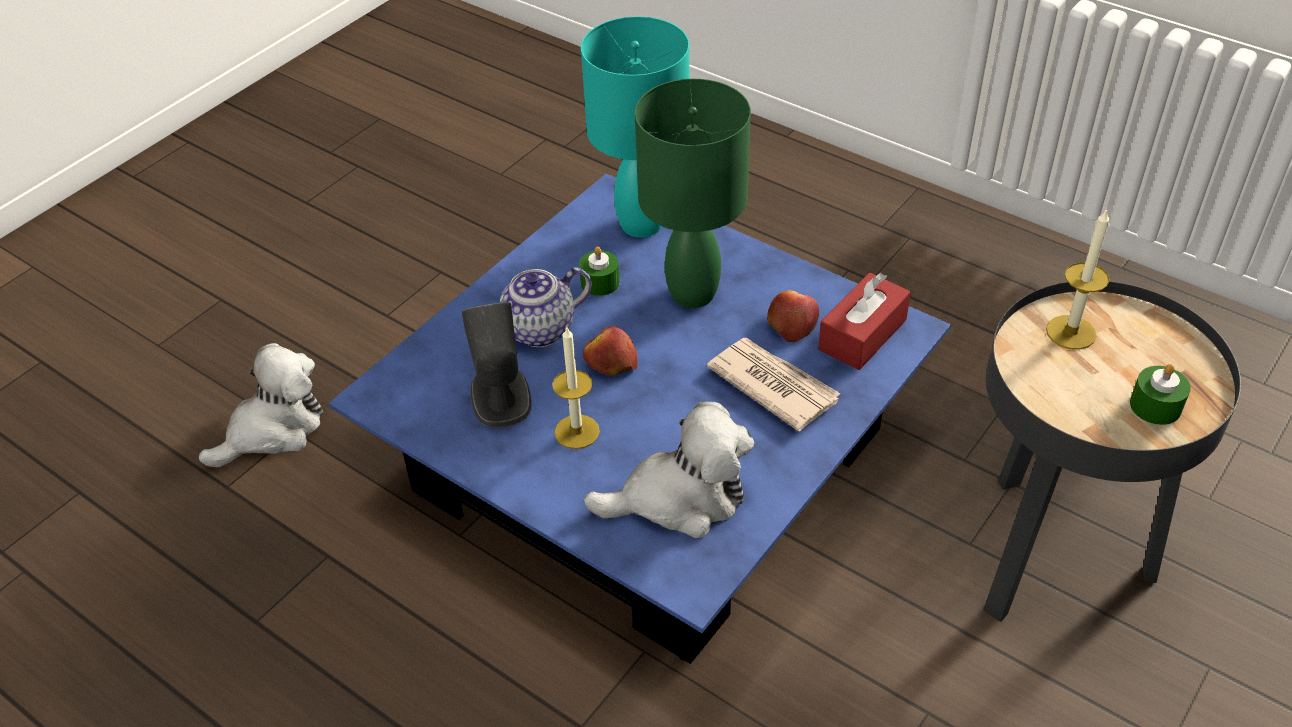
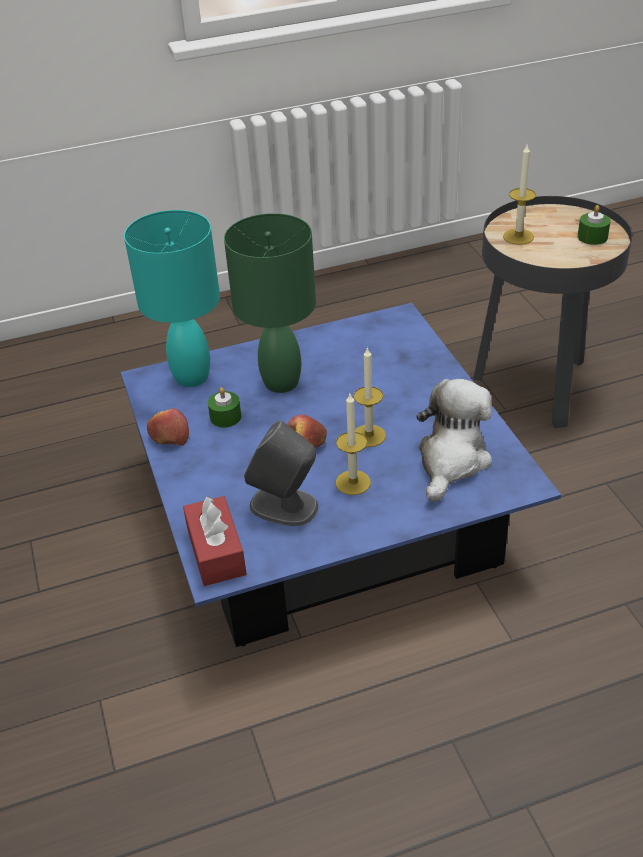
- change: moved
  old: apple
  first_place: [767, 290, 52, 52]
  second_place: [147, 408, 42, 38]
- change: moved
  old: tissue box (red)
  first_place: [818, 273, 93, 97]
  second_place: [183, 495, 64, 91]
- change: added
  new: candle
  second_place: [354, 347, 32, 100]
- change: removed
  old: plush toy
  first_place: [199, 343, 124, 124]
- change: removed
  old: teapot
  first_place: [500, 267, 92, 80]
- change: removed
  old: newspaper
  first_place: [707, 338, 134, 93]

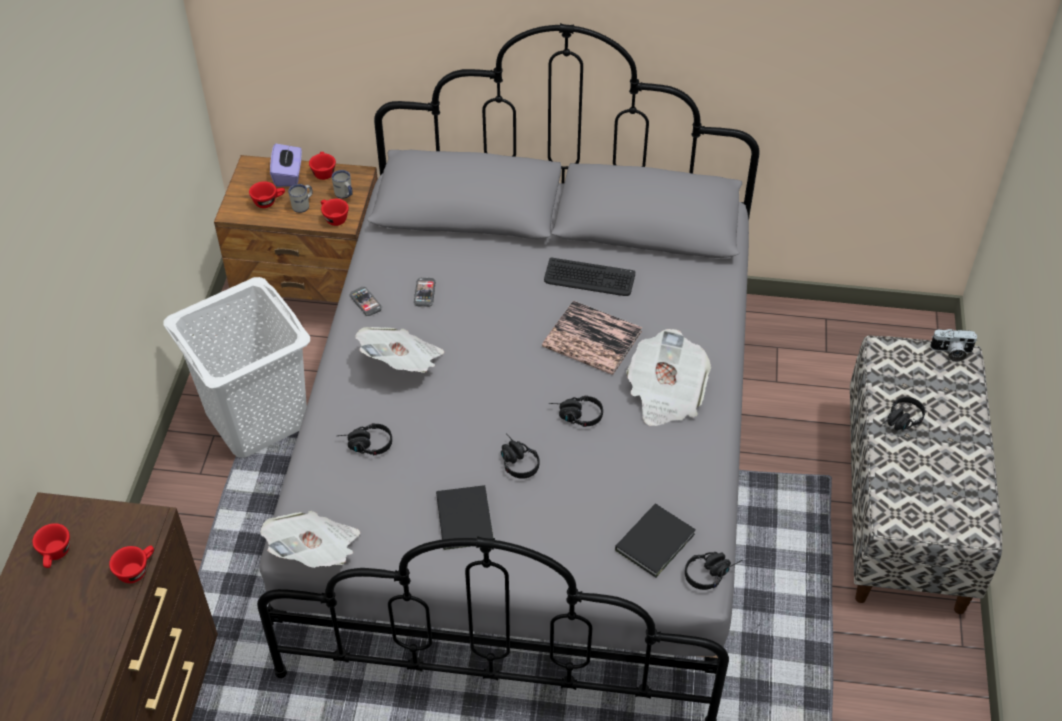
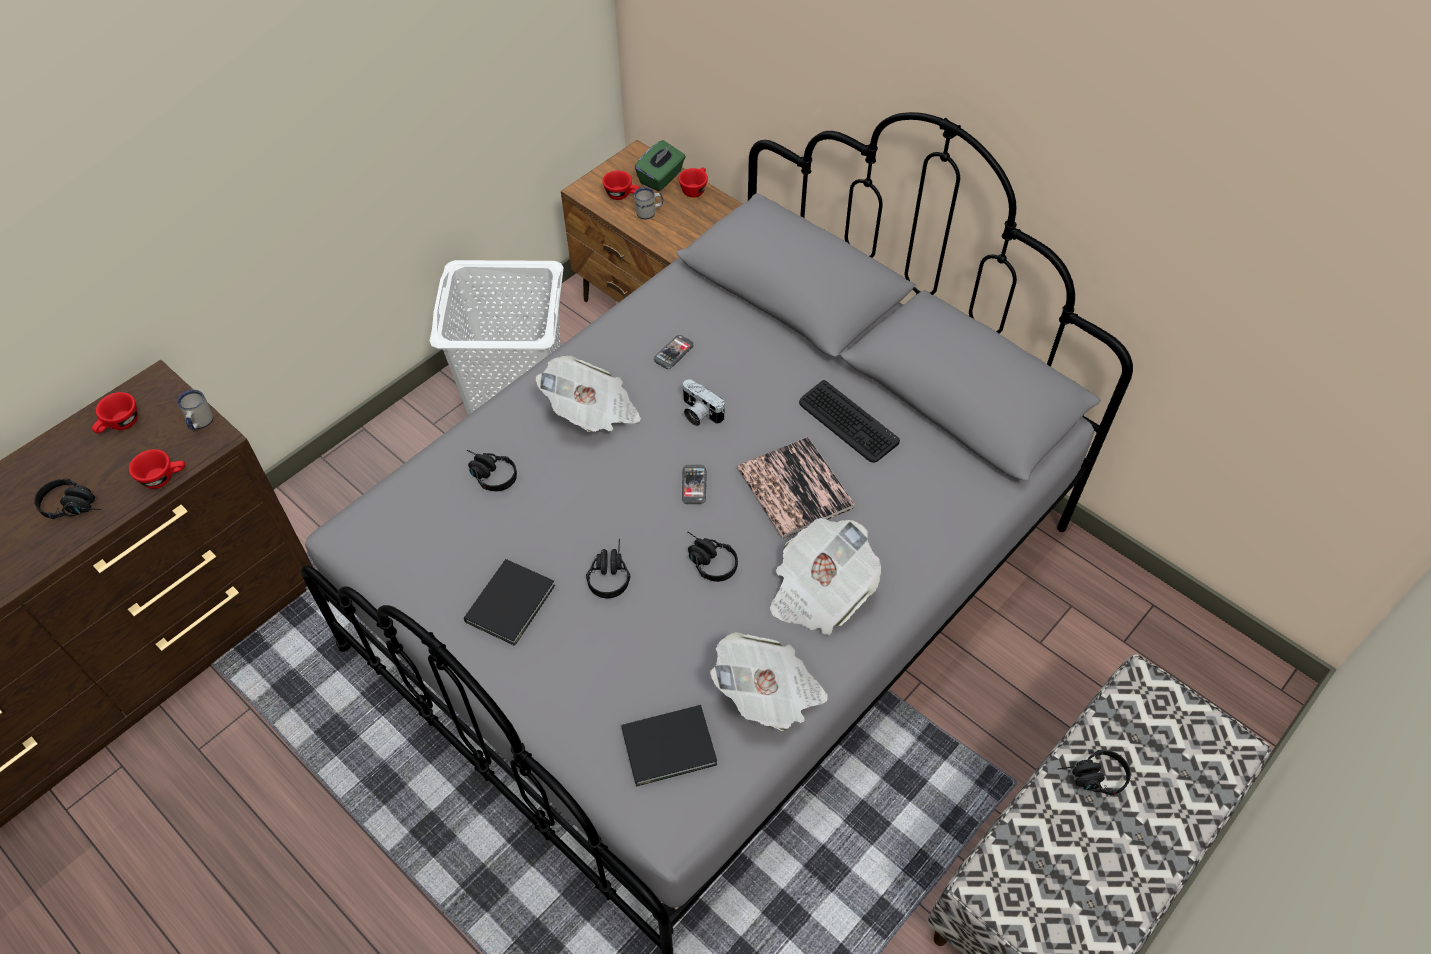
- change: moved
  old: headphones (black)
  first_place: [685, 552, 57, 38]
  second_place: [34, 478, 68, 41]
- change: moved
  old: mug (white)
  first_place: [332, 170, 21, 29]
  second_place: [177, 390, 36, 40]
- change: recoloured
  old: tissue box (purple)
  new: tissue box (green)
  first_place: [270, 144, 32, 43]
  second_place: [635, 140, 51, 51]
- change: moved
  old: phone
  first_place: [349, 287, 33, 29]
  second_place: [682, 465, 25, 39]
- change: moved
  old: photo camera
  first_place: [930, 329, 47, 33]
  second_place: [683, 379, 41, 47]
- change: moved
  old: newspaper
  first_place: [260, 511, 100, 57]
  second_place: [710, 632, 118, 99]
- change: removed
  old: cup (red)
  first_place: [321, 199, 28, 27]

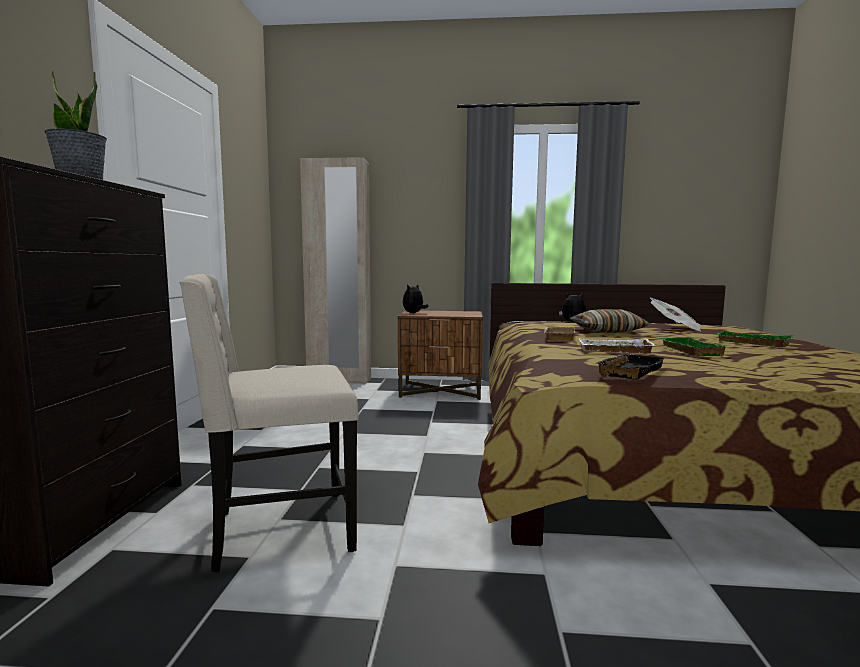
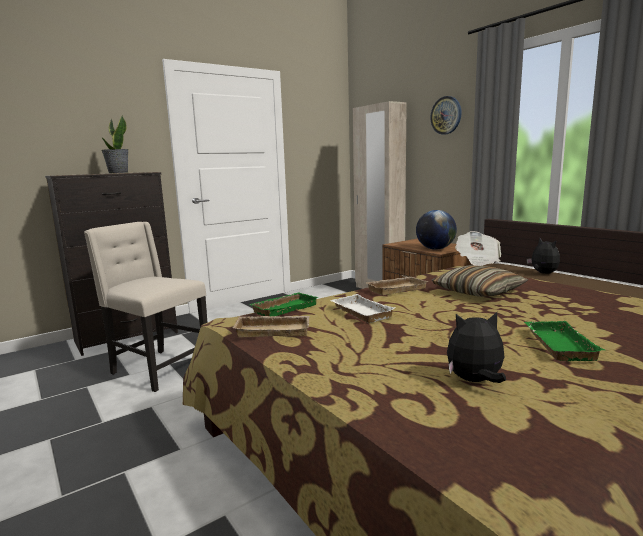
- change: recoloured
  old: tray (black)
  new: tray (beige)
  first_place: [597, 354, 68, 25]
  second_place: [233, 316, 76, 21]
- change: moved
  old: tray (green)
  first_place: [658, 337, 71, 19]
  second_place: [250, 293, 69, 23]
- change: added
  new: globe
  second_place: [416, 210, 41, 40]
- change: added
  new: wall clock
  second_place: [430, 96, 32, 39]
- change: moved
  old: plush toy
  first_place: [403, 284, 26, 29]
  second_place: [447, 312, 59, 71]
- change: moved
  old: newspaper
  first_place: [650, 298, 51, 34]
  second_place: [455, 231, 46, 35]

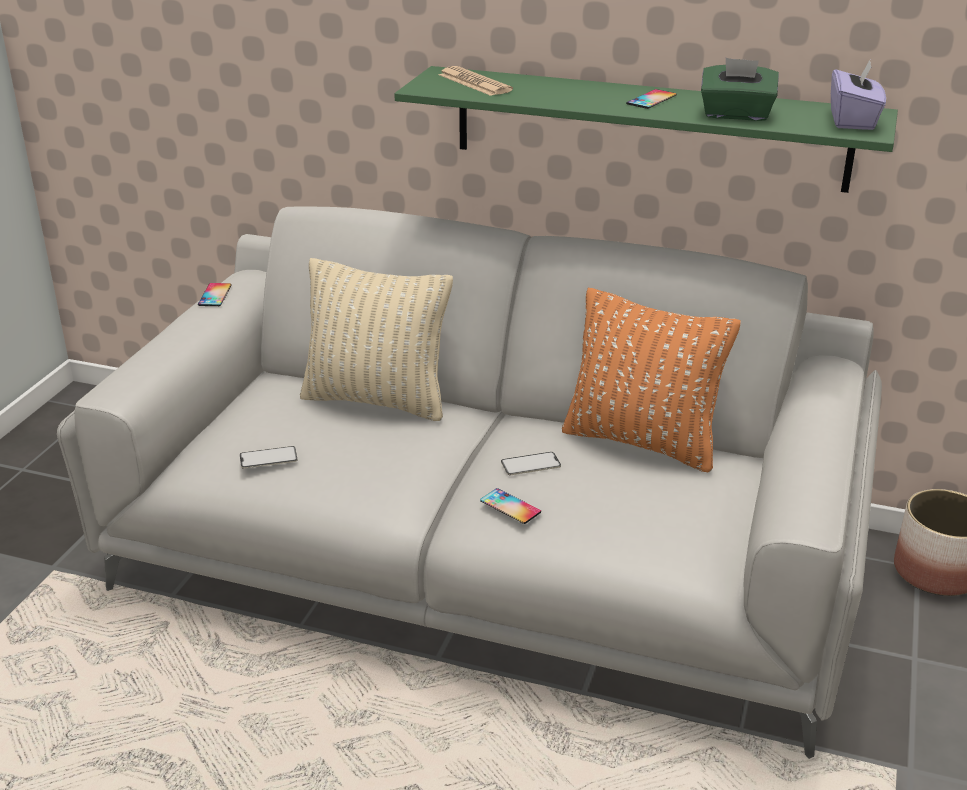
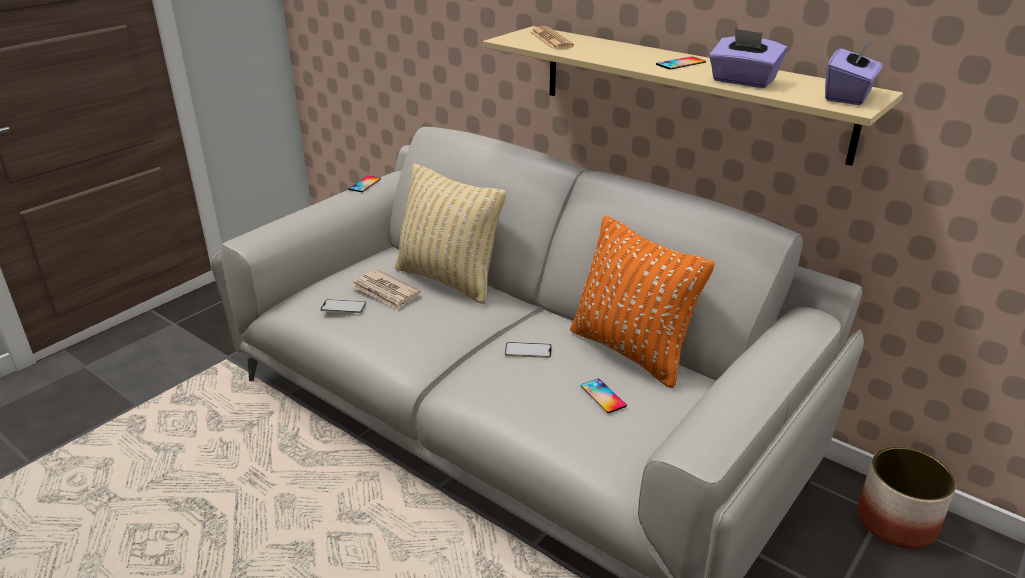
- change: added
  new: newspaper
  second_place: [352, 269, 69, 41]
- change: recoloured
  old: shelf (green)
  new: shelf (beige)
  first_place: [394, 66, 504, 127]
  second_place: [483, 26, 420, 140]
- change: moved
  old: phone
  first_place: [480, 488, 61, 36]
  second_place: [580, 379, 47, 34]
- change: recoloured
  old: tissue box (green)
  new: tissue box (purple)
  first_place: [701, 58, 78, 63]
  second_place: [709, 28, 78, 60]

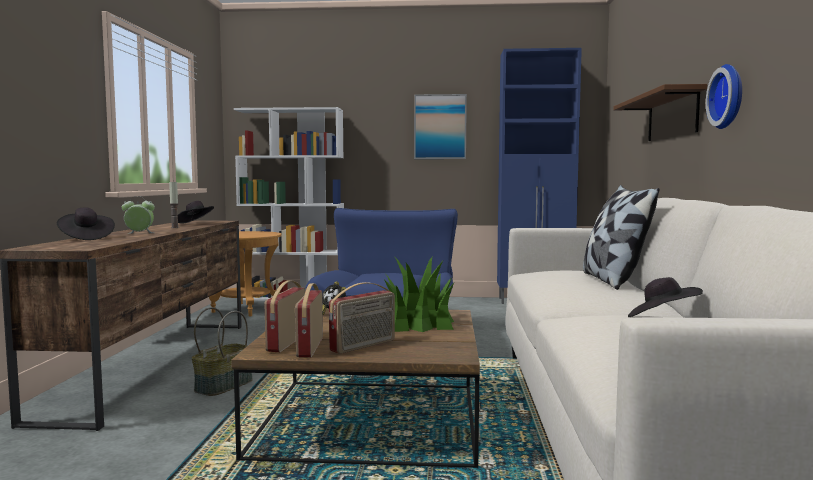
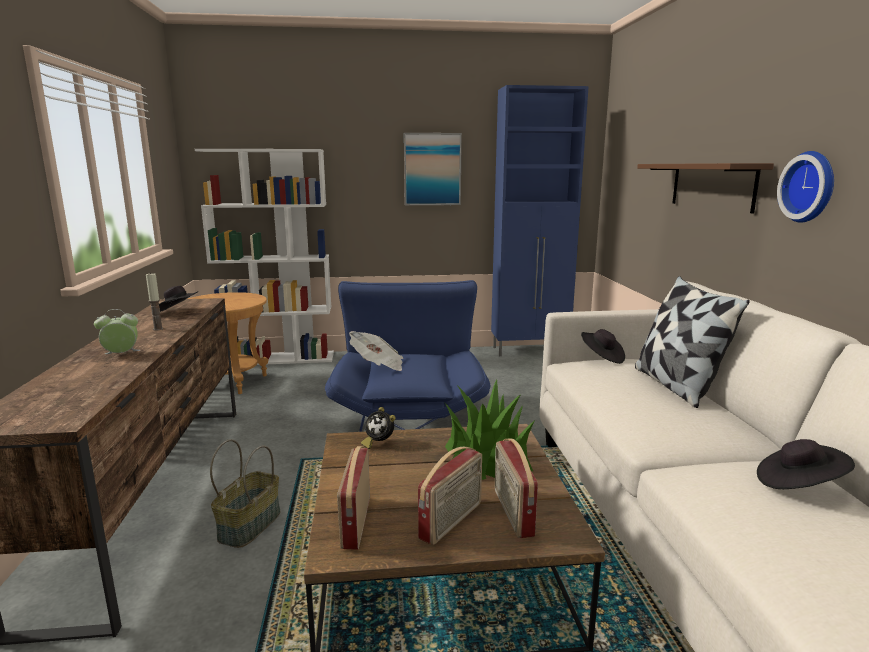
- change: added
  new: newspaper
  second_place: [349, 331, 54, 40]
- change: moved
  old: radio
  first_place: [295, 283, 28, 75]
  second_place: [495, 438, 43, 100]
- change: moved
  old: hat (black)
  first_place: [57, 208, 58, 32]
  second_place: [581, 329, 44, 35]

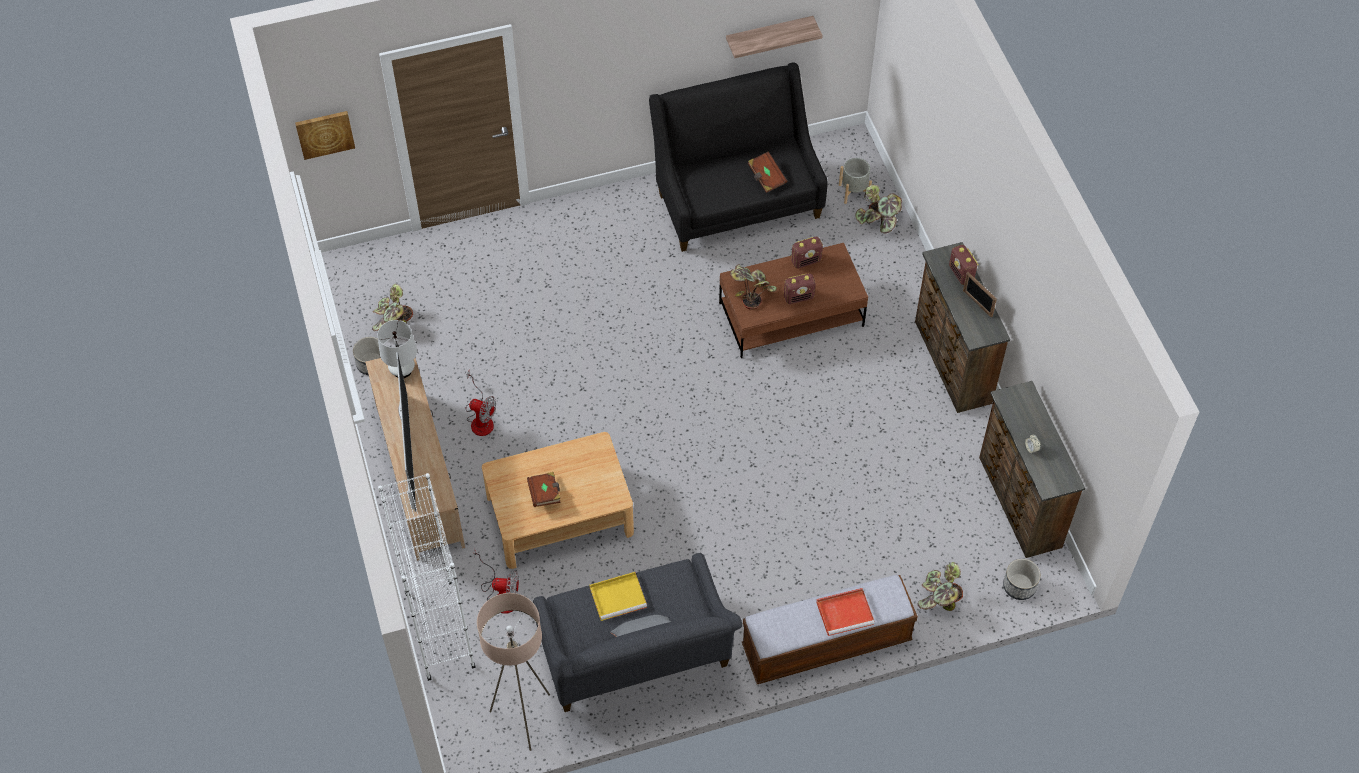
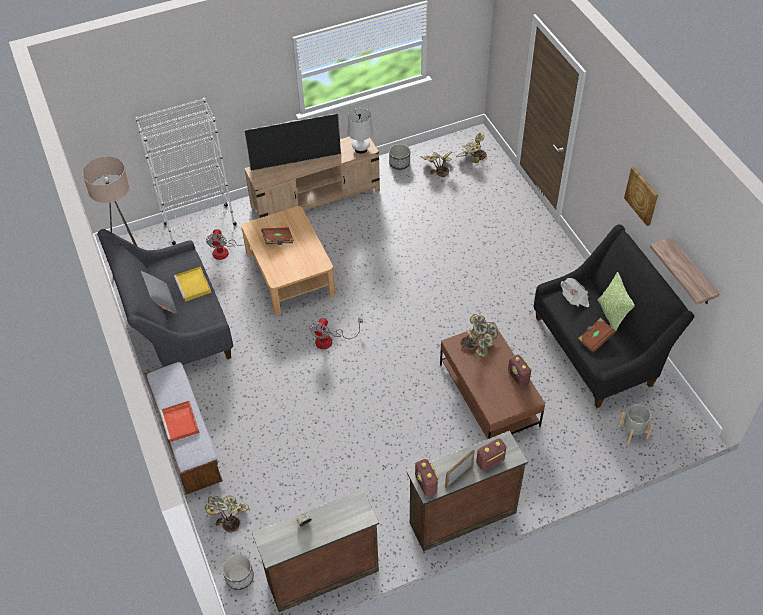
- change: moved
  old: fan
  first_place: [466, 371, 30, 65]
  second_place: [309, 318, 54, 31]
- change: moved
  old: radio
  first_place: [784, 273, 32, 31]
  second_place: [415, 459, 24, 38]
- change: moved
  old: potted plant
  first_place: [855, 185, 47, 48]
  second_place: [456, 132, 31, 31]
- change: added
  new: newspaper
  second_place: [561, 278, 28, 29]
- change: added
  new: pillow
  second_place: [598, 272, 37, 62]
- change: moved
  old: picture
  first_place: [295, 111, 60, 49]
  second_place: [624, 167, 34, 59]

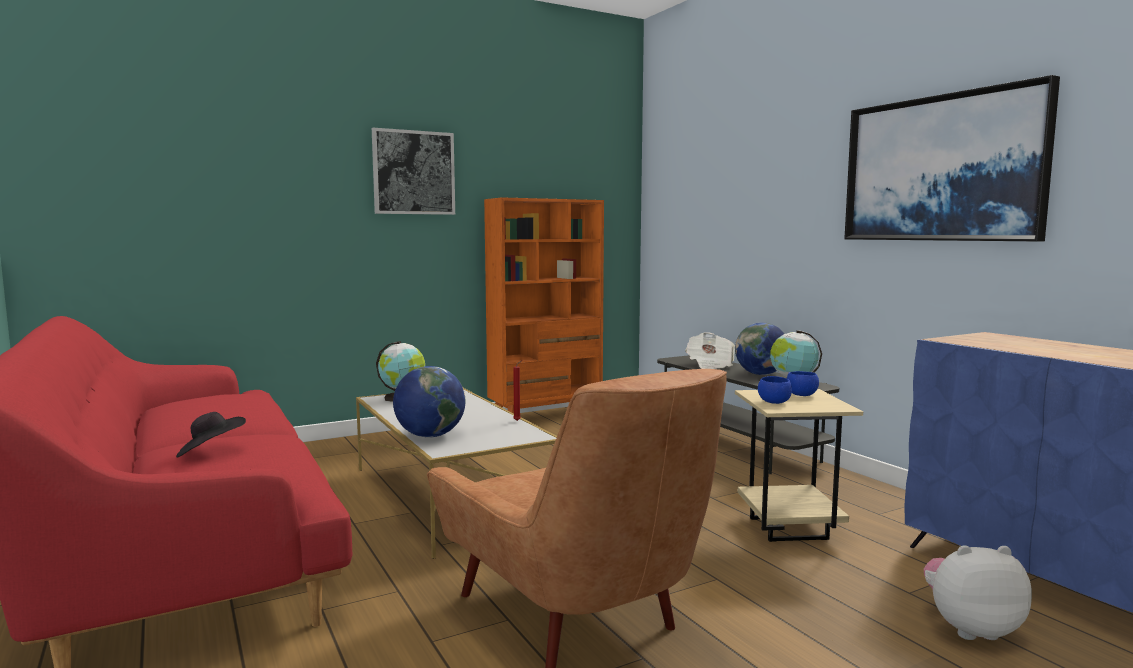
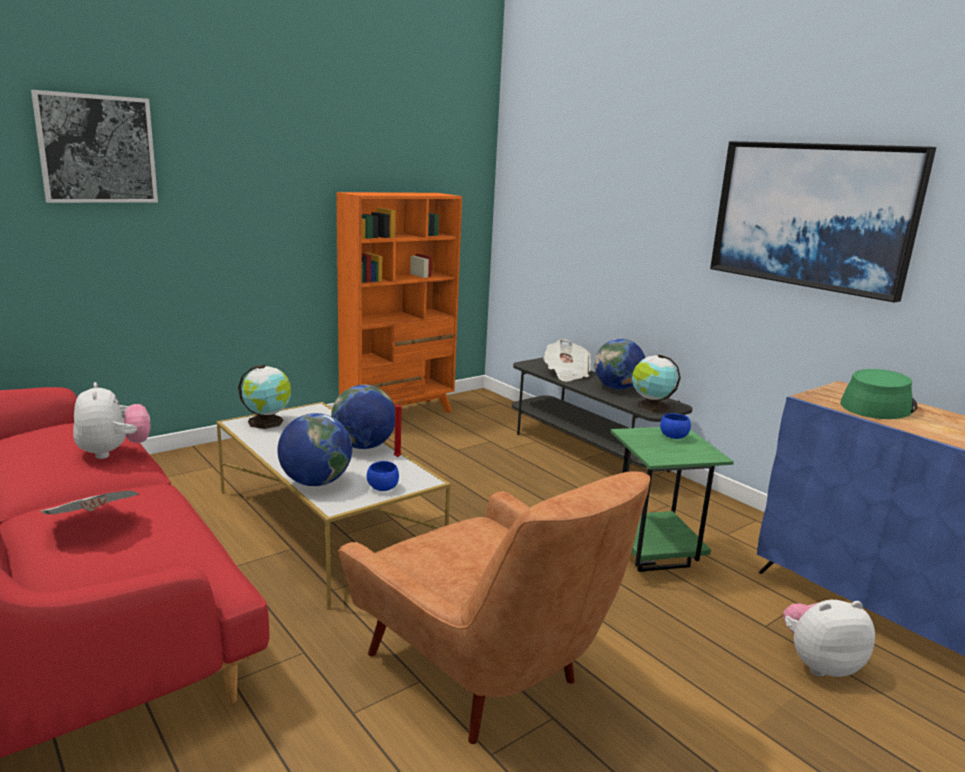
- change: moved
  old: picture
  first_place: [372, 128, 83, 87]
  second_place: [31, 90, 127, 113]
- change: replaced
  old: hat (black)
  new: newspaper
  first_place: [176, 412, 70, 46]
  second_place: [41, 491, 98, 24]
- change: added
  new: plush toy
  second_place: [73, 382, 77, 77]
- change: added
  new: globe
  second_place: [331, 385, 64, 64]
- change: moved
  old: bowl (blue)
  first_place: [758, 376, 34, 28]
  second_place: [367, 461, 32, 30]
- change: recoloured
  old: side table (beige)
  new: side table (green)
  first_place: [735, 389, 128, 153]
  second_place: [611, 427, 123, 145]
- change: added
  new: hat (green)
  second_place: [840, 369, 78, 50]

